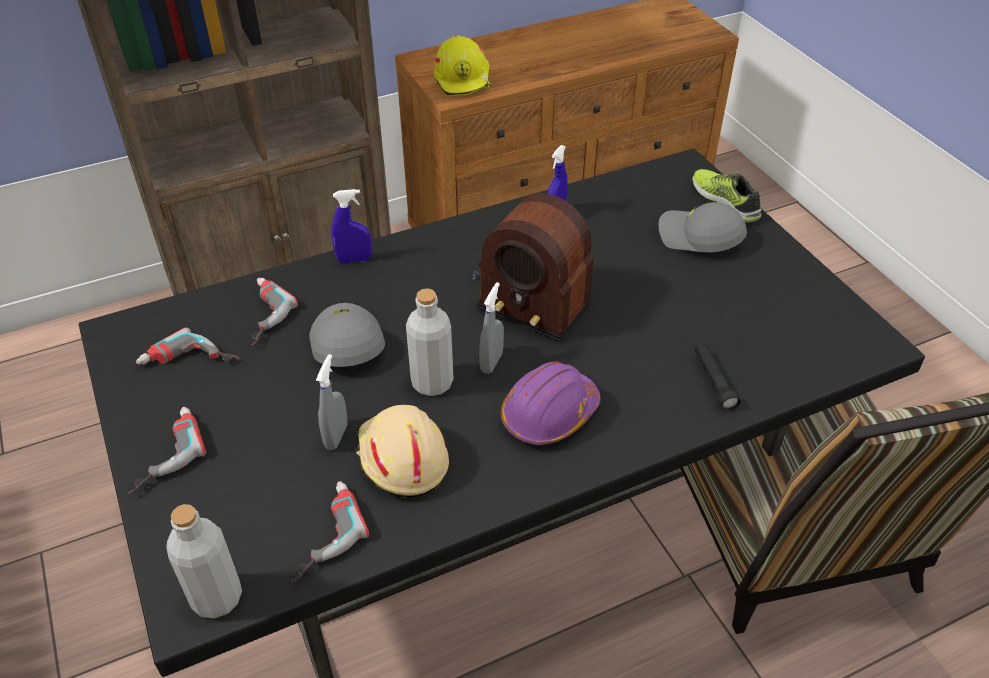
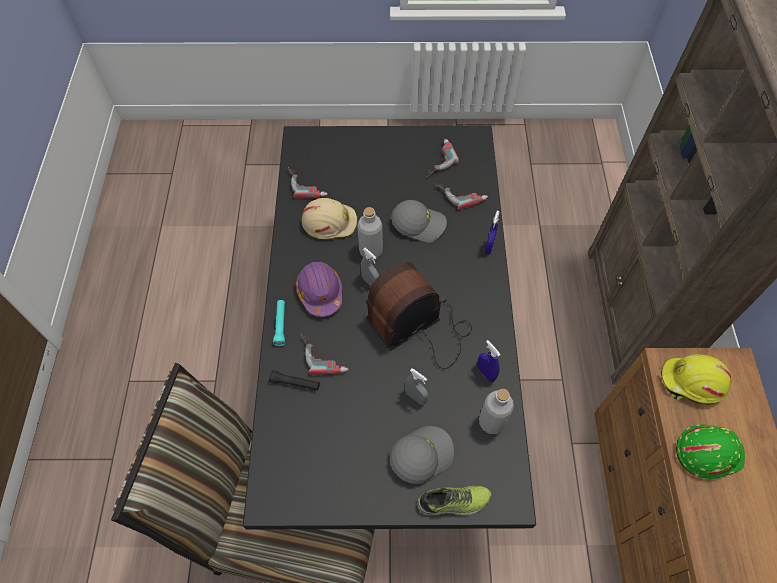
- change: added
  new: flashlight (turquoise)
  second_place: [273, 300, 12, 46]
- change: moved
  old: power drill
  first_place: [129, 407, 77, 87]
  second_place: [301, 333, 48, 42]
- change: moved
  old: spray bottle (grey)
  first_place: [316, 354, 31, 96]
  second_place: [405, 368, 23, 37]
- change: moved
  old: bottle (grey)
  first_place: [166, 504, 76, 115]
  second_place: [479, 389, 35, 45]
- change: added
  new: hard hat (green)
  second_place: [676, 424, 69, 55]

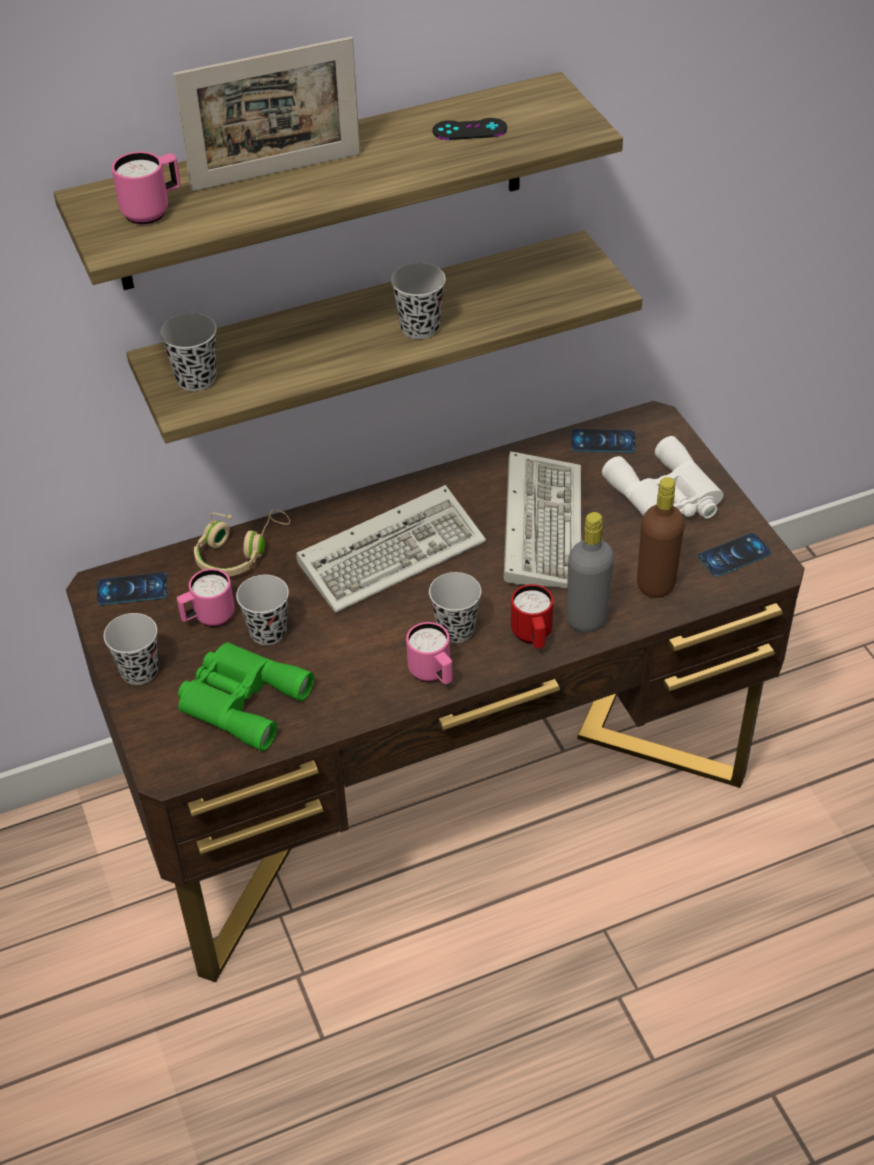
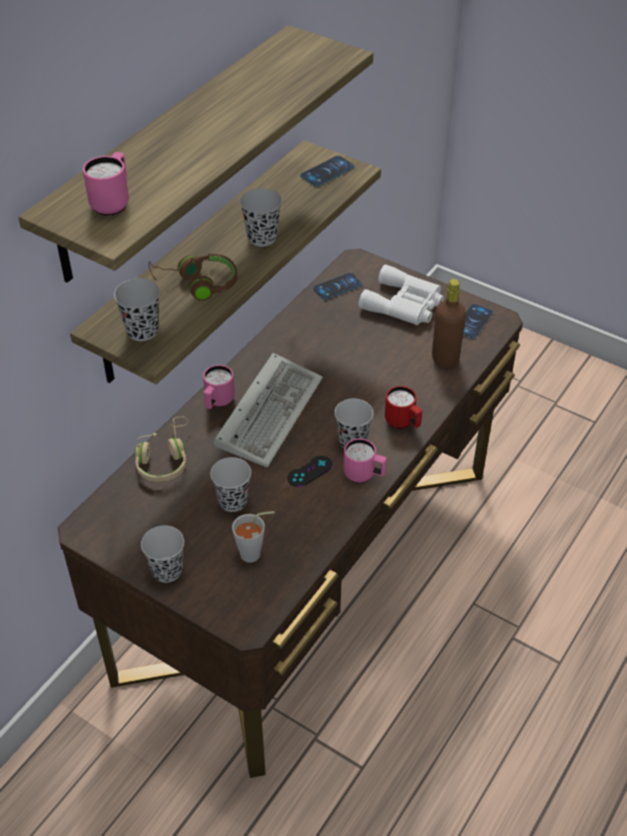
- change: added
  new: headphones (brown)
  second_place: [149, 254, 88, 47]
- change: moved
  old: mug (pink)
  first_place: [177, 569, 58, 58]
  second_place: [203, 365, 32, 44]
- change: replaced
  old: binoculars (green)
  new: cup (grey)
  first_place: [178, 642, 136, 109]
  second_place: [232, 511, 43, 52]
- change: moved
  old: game controller (black)
  first_place: [432, 118, 75, 22]
  second_place: [288, 456, 44, 31]
- change: moved
  old: phone
  first_place: [97, 572, 71, 33]
  second_place: [300, 156, 55, 30]
- change: removed
  old: picture frame
  first_place: [173, 37, 187, 154]
- change: removed
  old: keyboard
  first_place: [504, 451, 77, 137]
- change: removed
  old: bottle (grey)
  first_place: [567, 512, 47, 120]

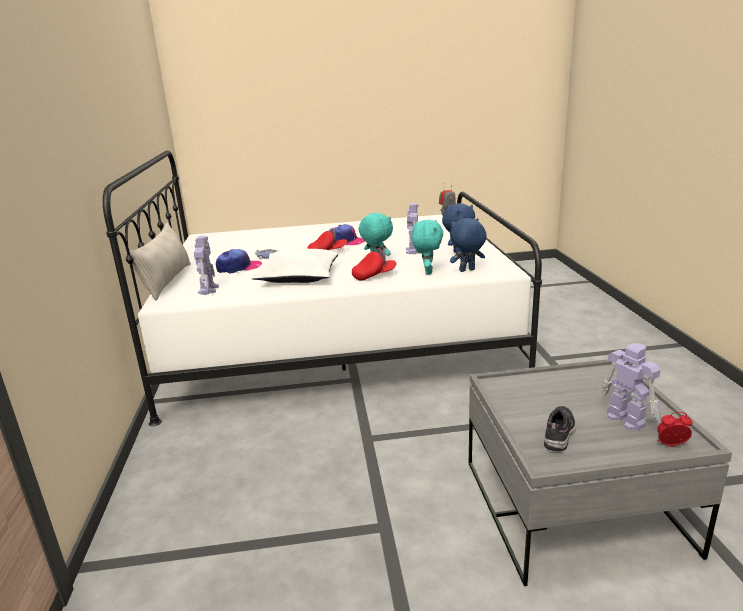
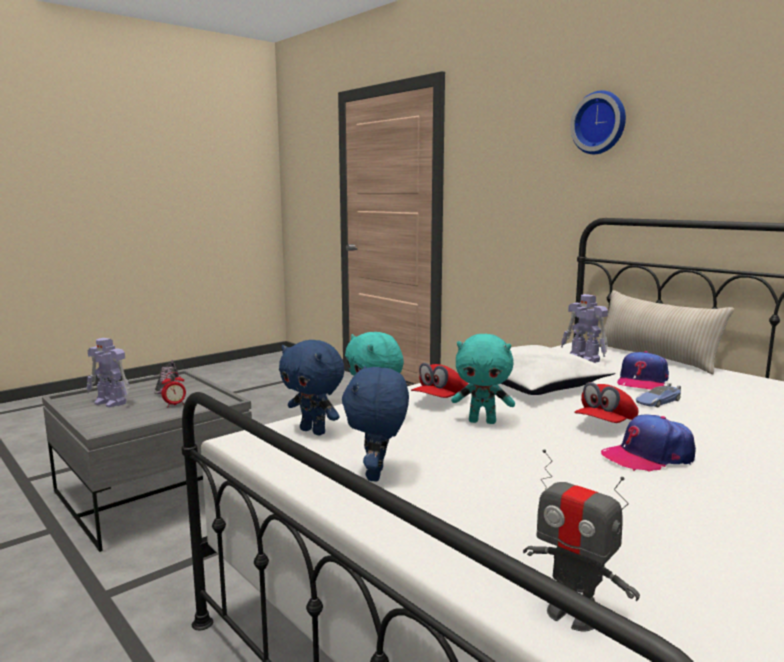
- change: moved
  old: alarm clock
  first_place: [658, 412, 34, 35]
  second_place: [162, 372, 24, 36]
- change: turned
  old: plush toy (blue)
  first_place: [450, 218, 37, 54]
  second_place: [279, 340, 66, 95]
  degrees: 90
- change: added
  new: wall clock
  second_place: [570, 91, 56, 63]
- change: removed
  old: toy robot
  first_place: [406, 203, 13, 51]

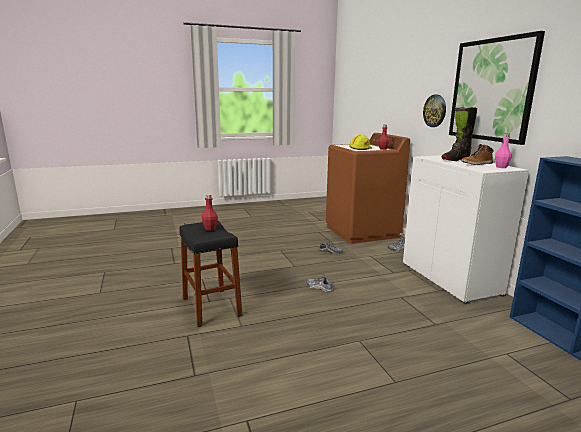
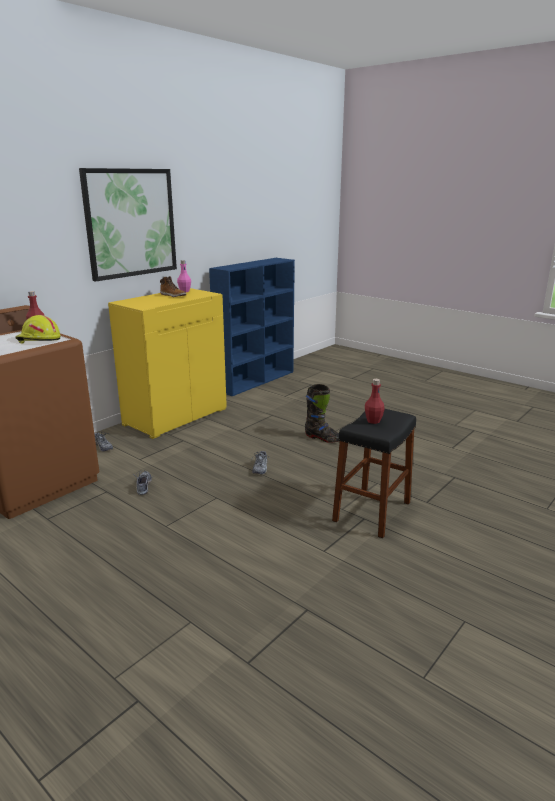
- change: recoloured
  old: cabinet (white)
  new: cabinet (yellow)
  first_place: [403, 155, 126, 149]
  second_place: [108, 288, 119, 151]
- change: moved
  old: boot (black)
  first_place: [442, 107, 35, 54]
  second_place: [305, 384, 34, 59]
- change: removed
  old: wall clock
  first_place: [423, 95, 23, 32]

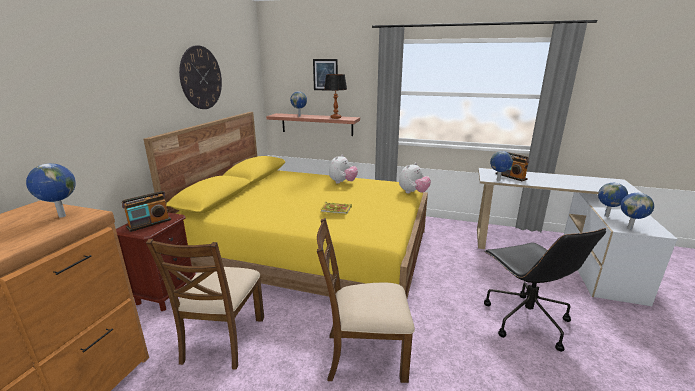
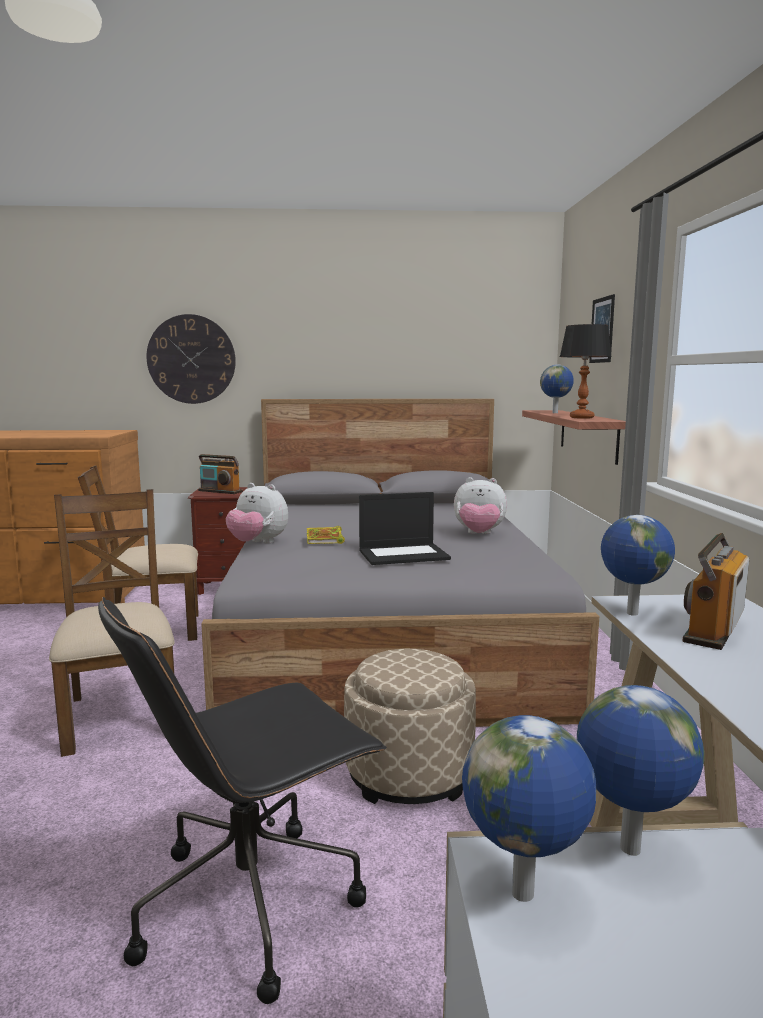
- change: moved
  old: wall clock
  first_place: [179, 45, 43, 64]
  second_place: [147, 314, 89, 90]
- change: recoloured
  old: bed (yellow)
  new: bed (grey)
  first_place: [143, 112, 285, 186]
  second_place: [201, 399, 398, 328]
- change: moved
  old: plush toy
  first_place: [399, 163, 32, 30]
  second_place: [226, 483, 62, 61]
- change: added
  new: ottoman (beige)
  second_place: [344, 649, 132, 155]
- change: added
  new: laptop
  second_place: [359, 492, 92, 73]
- change: removed
  old: globe
  first_place: [26, 163, 50, 55]

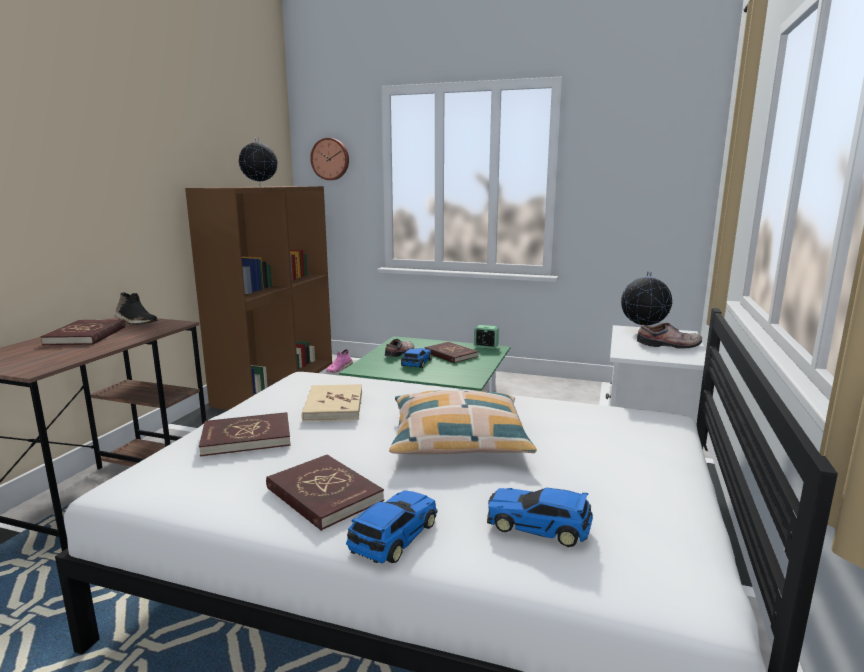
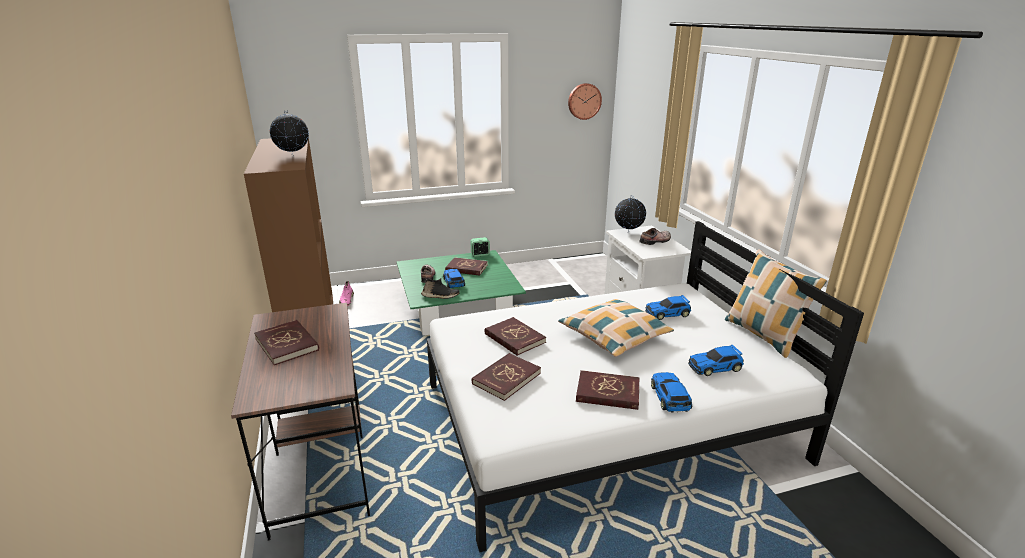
- change: moved
  old: shoe (black)
  first_place: [115, 292, 43, 33]
  second_place: [421, 278, 39, 21]
- change: recoloured
  old: book (beige)
  new: book (red)
  first_place: [302, 384, 60, 38]
  second_place: [485, 317, 61, 39]
- change: moved
  old: wall clock
  first_place: [310, 138, 39, 42]
  second_place: [568, 83, 34, 37]
- change: added
  new: toy car
  second_place: [645, 295, 46, 25]
- change: added
  new: pillow
  second_place: [725, 249, 102, 109]

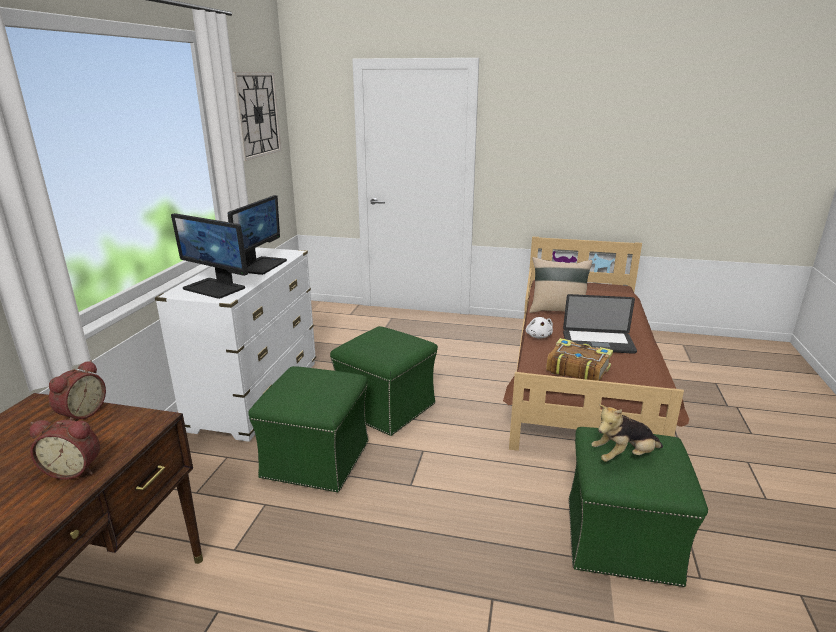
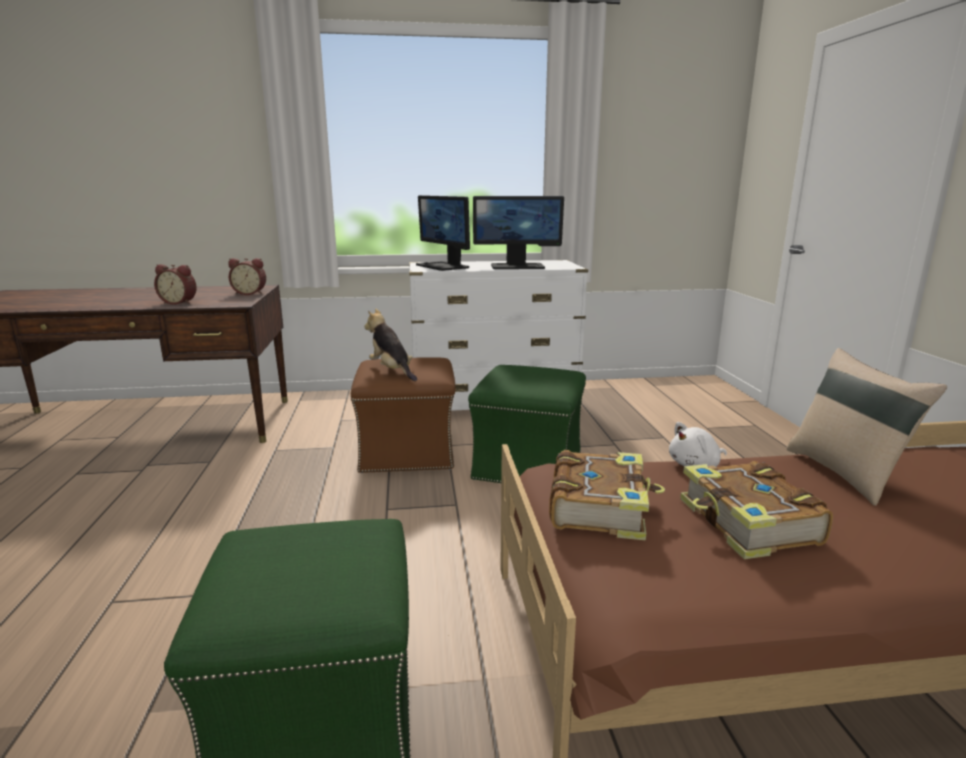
- change: turned
  old: alarm clock
  first_place: [29, 420, 71, 60]
  second_place: [154, 264, 43, 41]
  degrees: -60
- change: recoloured
  old: ottoman (green)
  new: ottoman (brown)
  first_place: [248, 366, 121, 126]
  second_place: [351, 357, 105, 116]
- change: moved
  old: plush toy
  first_place: [591, 404, 72, 58]
  second_place: [364, 308, 53, 73]
- change: turned
  old: monitor
  first_place: [171, 213, 77, 86]
  second_place: [416, 195, 54, 76]
  degrees: -45
- change: replaced
  old: laptop
  new: book
  first_place: [563, 294, 74, 60]
  second_place: [680, 461, 153, 98]
- change: removed
  old: wall clock
  first_place: [233, 72, 48, 89]

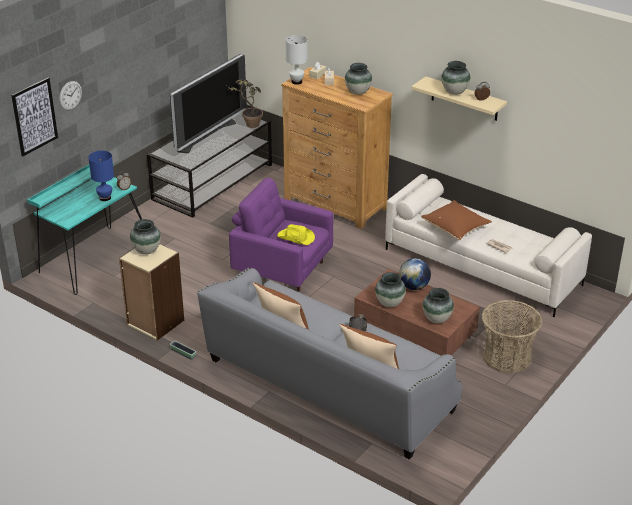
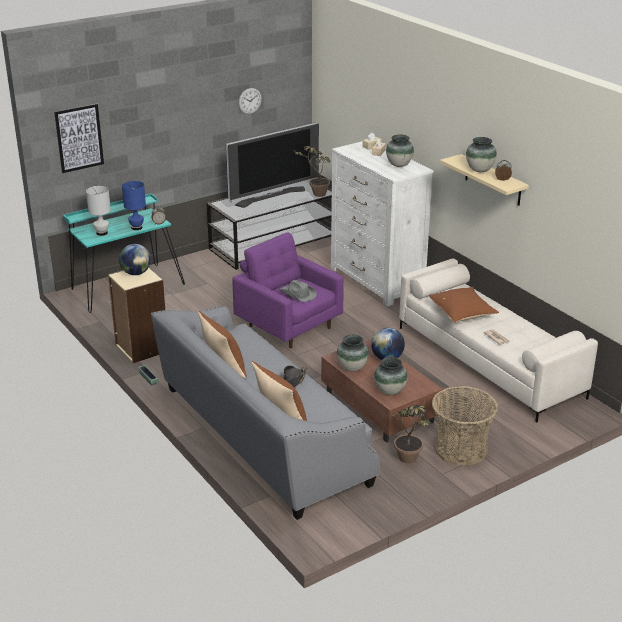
- change: moved
  old: table lamp (white)
  first_place: [285, 35, 23, 50]
  second_place: [86, 186, 25, 50]
- change: replaced
  old: vase
  new: globe
  first_place: [130, 219, 31, 36]
  second_place: [119, 244, 32, 31]
- change: moved
  old: wall clock
  first_place: [59, 81, 23, 29]
  second_place: [239, 88, 23, 26]
- change: recoloured
  old: hat (yellow)
  new: hat (grey)
  first_place: [277, 224, 38, 21]
  second_place: [280, 280, 37, 22]
- change: recoloured
  old: dresser (brown)
  new: dresser (white)
  first_place: [281, 67, 112, 162]
  second_place: [331, 141, 103, 166]
- change: added
  new: potted plant
  second_place: [392, 405, 39, 58]

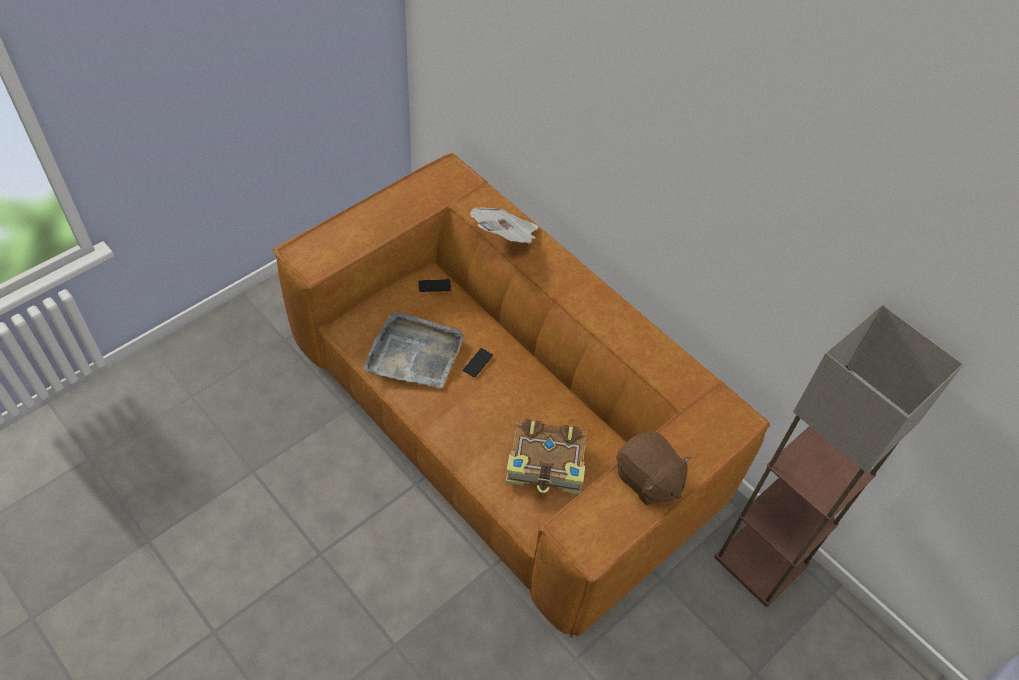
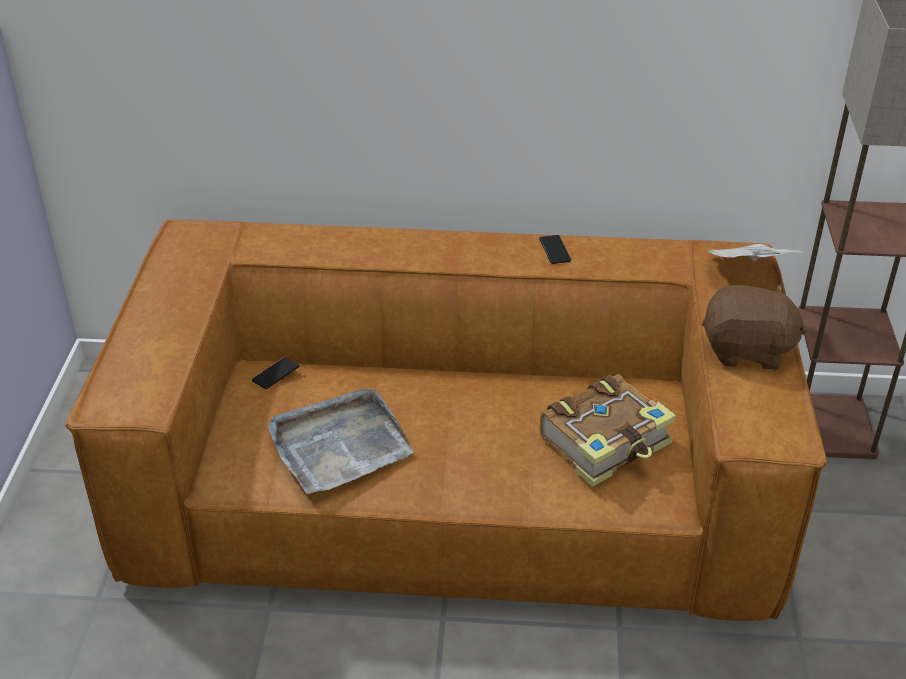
- change: moved
  old: phone
  first_place: [463, 348, 30, 29]
  second_place: [539, 235, 32, 29]
- change: moved
  old: newspaper
  first_place: [470, 207, 69, 37]
  second_place: [709, 244, 95, 17]

